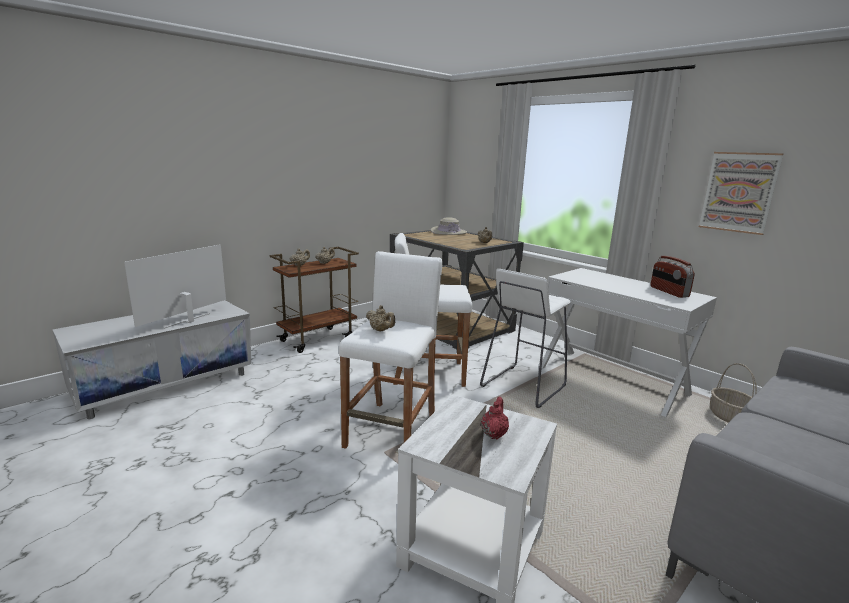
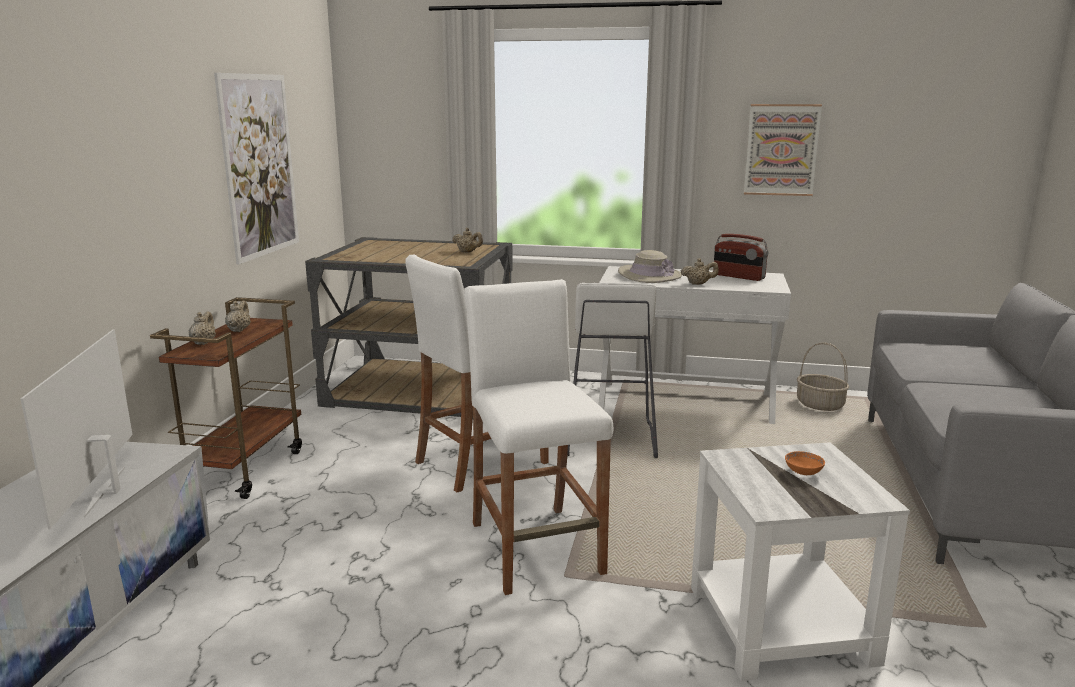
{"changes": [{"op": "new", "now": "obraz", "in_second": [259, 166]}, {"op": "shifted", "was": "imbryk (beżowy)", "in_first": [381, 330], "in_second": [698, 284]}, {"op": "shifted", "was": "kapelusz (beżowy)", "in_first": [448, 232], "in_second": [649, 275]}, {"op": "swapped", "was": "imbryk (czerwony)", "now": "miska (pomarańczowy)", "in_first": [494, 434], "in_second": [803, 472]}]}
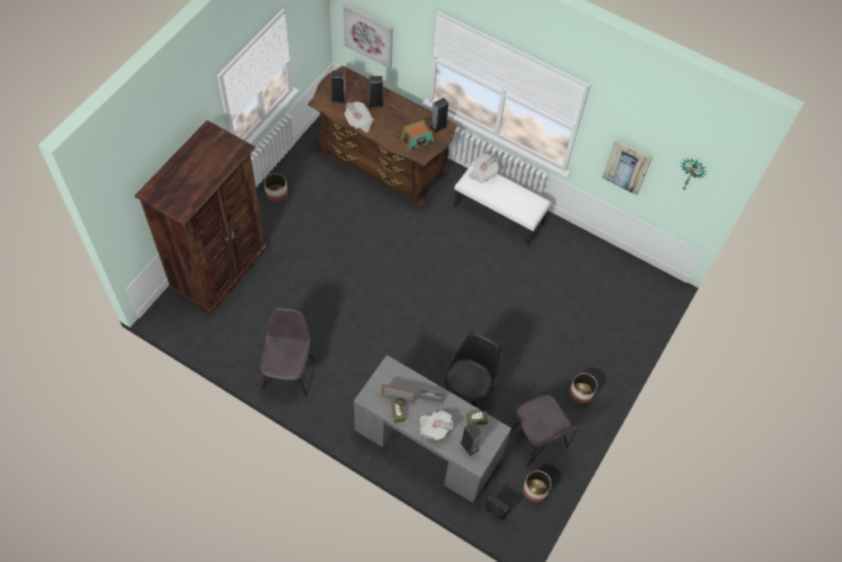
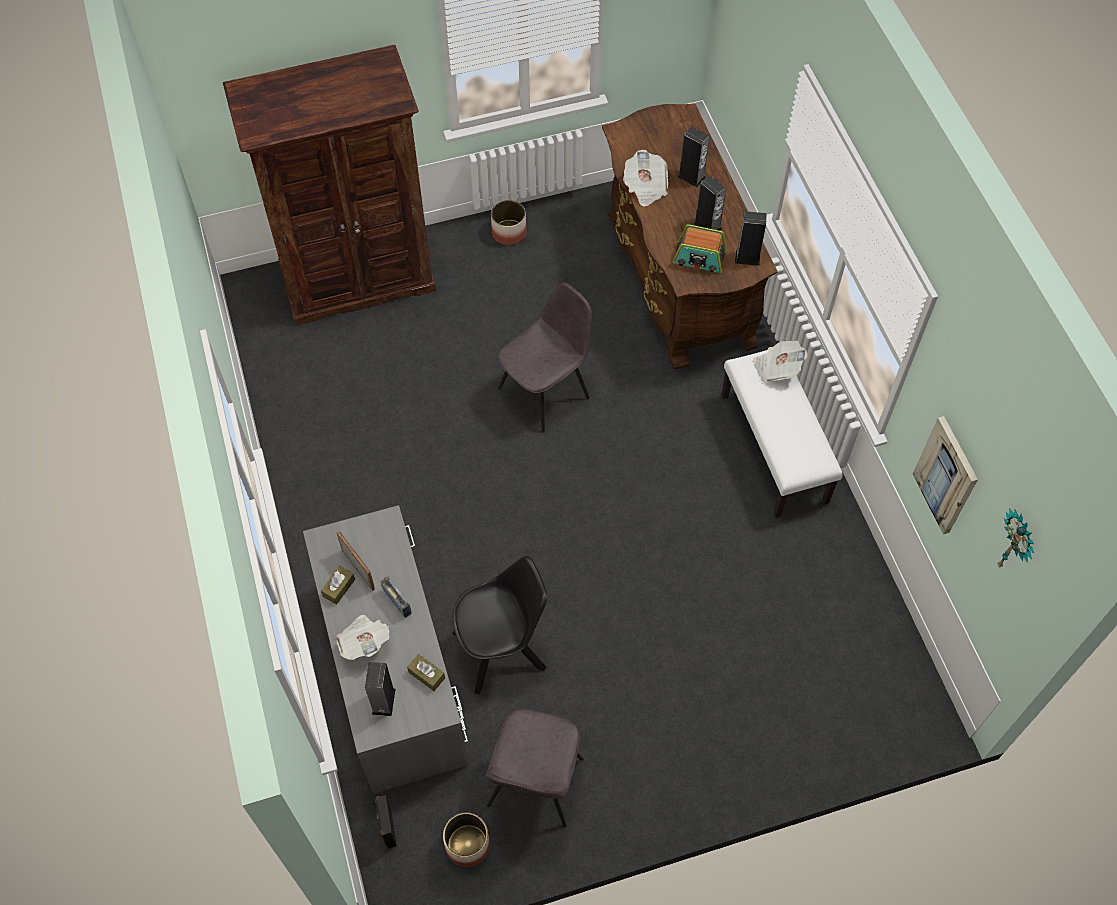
{"changes": [{"op": "gone", "was": "obraz", "in_first": [369, 35]}, {"op": "gone", "was": "donica", "in_first": [581, 393]}, {"op": "shifted", "was": "krzesło (szary)", "in_first": [288, 372], "in_second": [546, 392]}, {"op": "shifted", "was": "głośnik", "in_first": [338, 98], "in_second": [707, 226]}]}
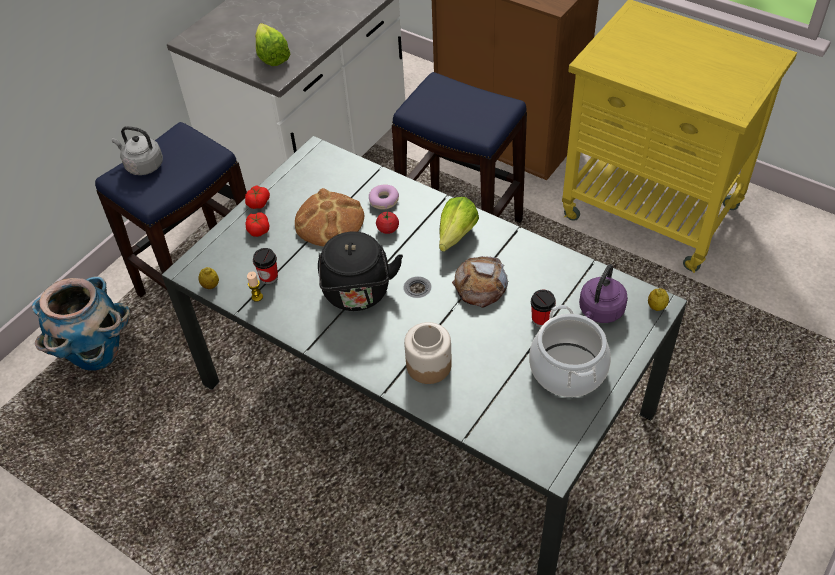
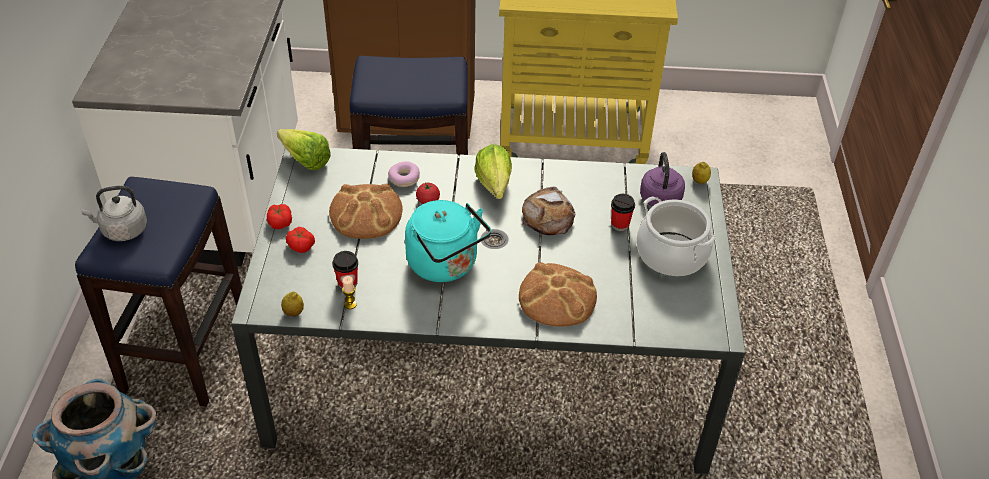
{"changes": [{"op": "shifted", "was": "sałata", "in_first": [272, 54], "in_second": [303, 158]}, {"op": "swapped", "was": "słoik", "now": "chleb", "in_first": [429, 365], "in_second": [557, 297]}, {"op": "repainted", "was": "czajnik (czarny)", "now": "czajnik (turkusowy)", "in_first": [358, 294], "in_second": [446, 265]}]}
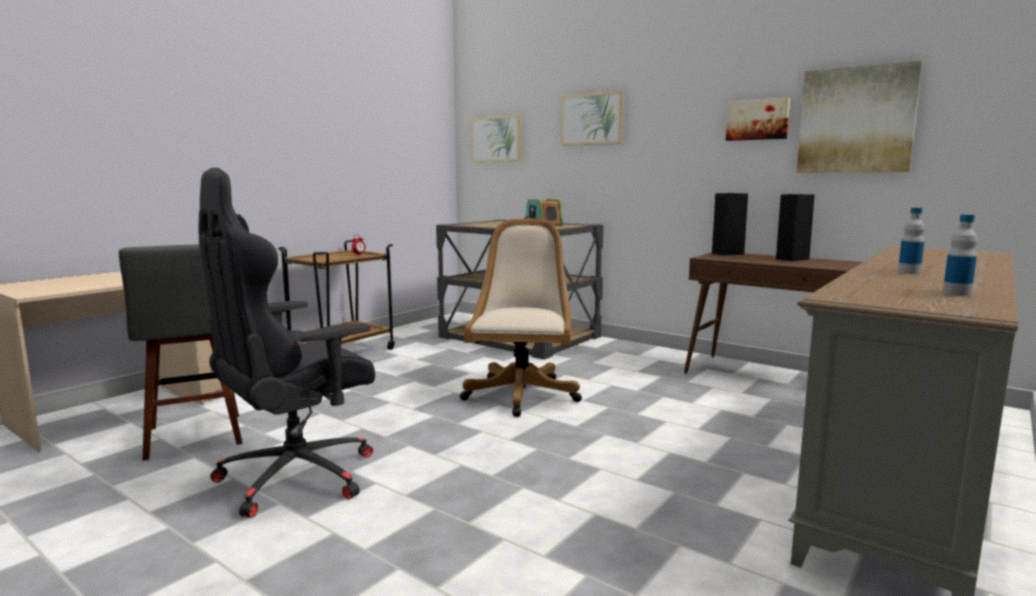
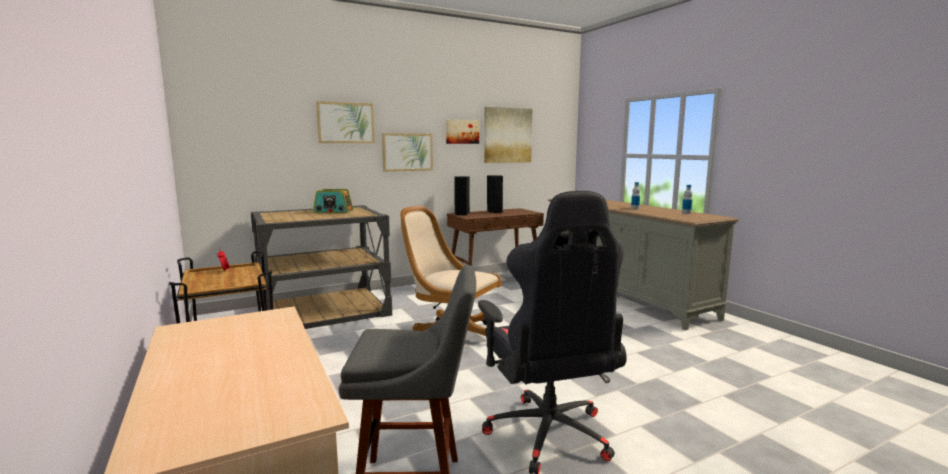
{"changes": [{"op": "shifted", "was": "obraz", "in_first": [497, 139], "in_second": [407, 152]}]}
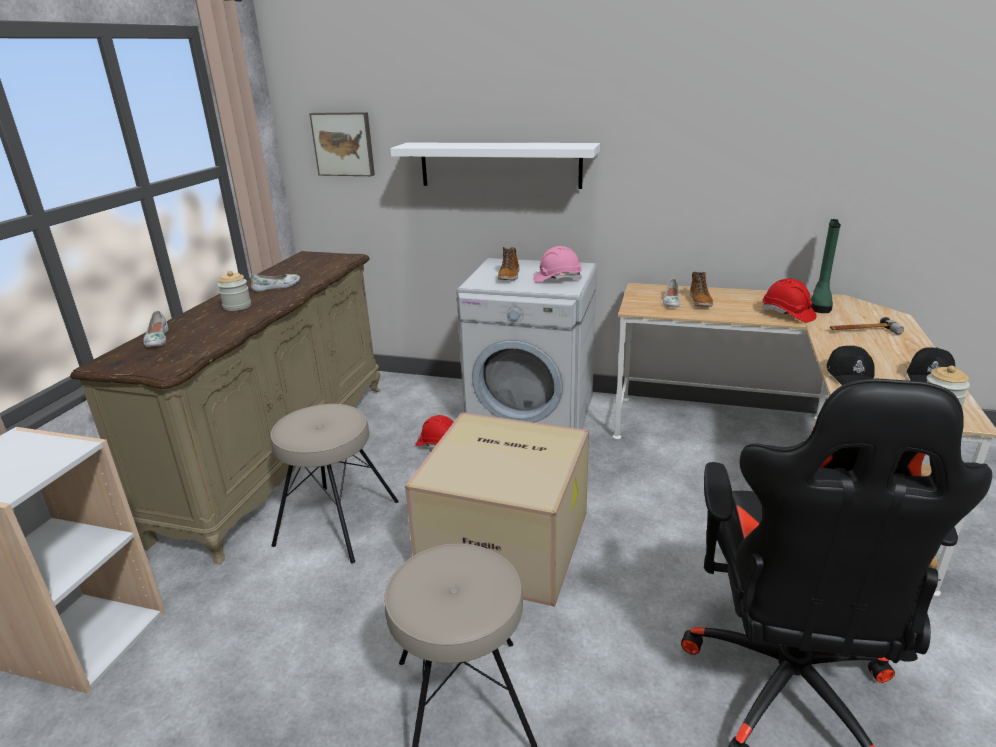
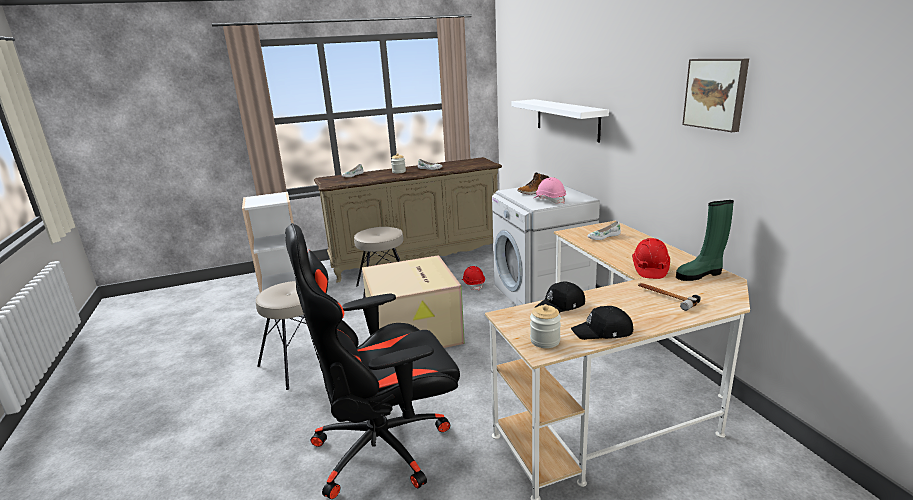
{"changes": [{"op": "gone", "was": "but z cholewką", "in_first": [700, 301]}, {"op": "shifted", "was": "obraz", "in_first": [344, 144], "in_second": [716, 94]}]}
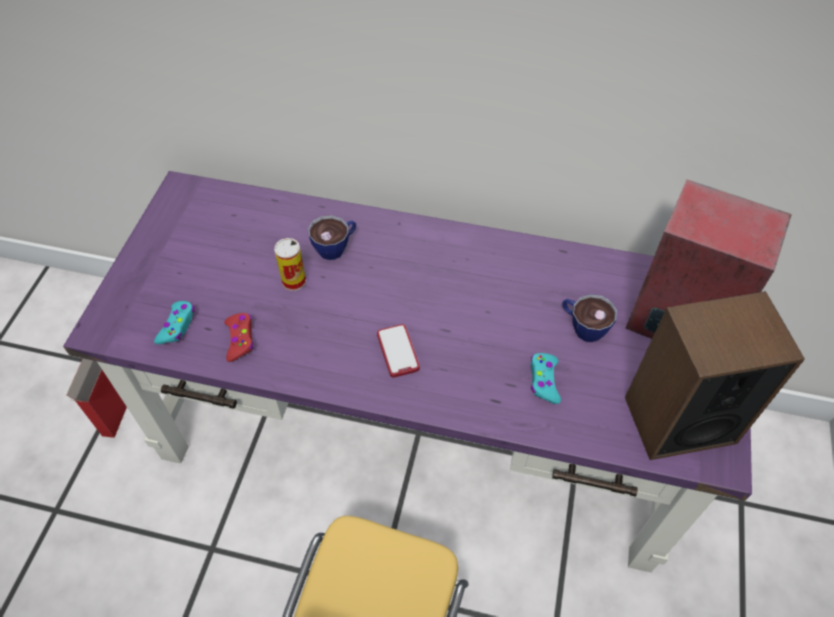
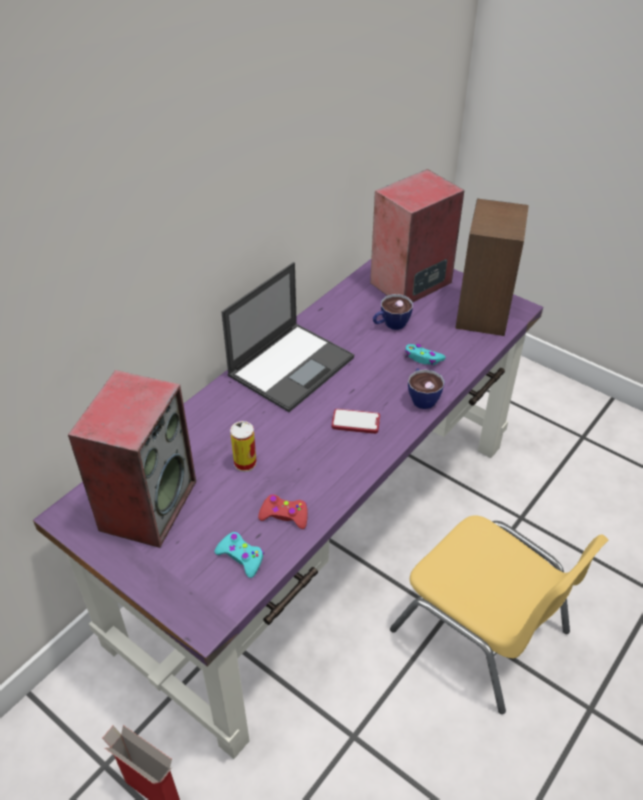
{"changes": [{"op": "new", "now": "głośnik", "in_second": [148, 504]}, {"op": "new", "now": "laptop", "in_second": [292, 365]}, {"op": "shifted", "was": "filiżanka", "in_first": [336, 247], "in_second": [422, 397]}]}
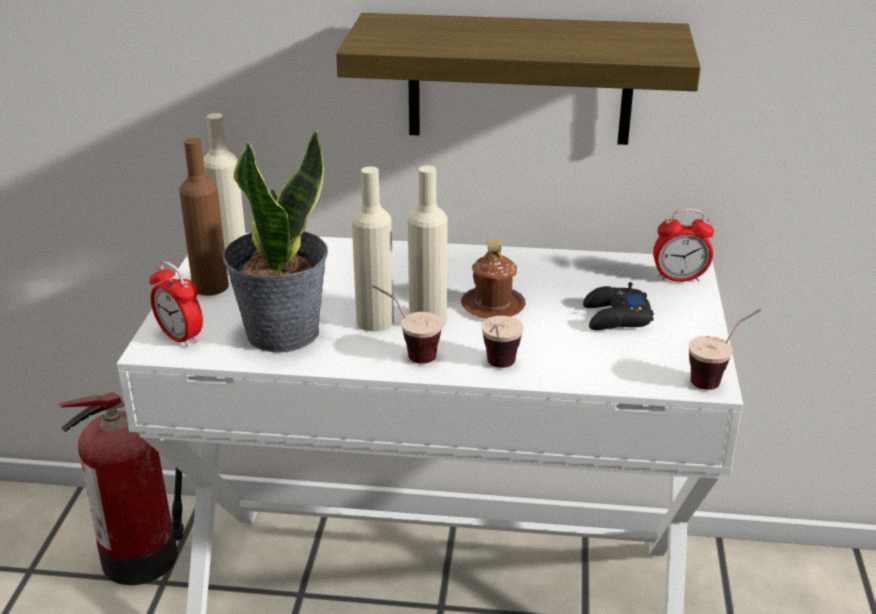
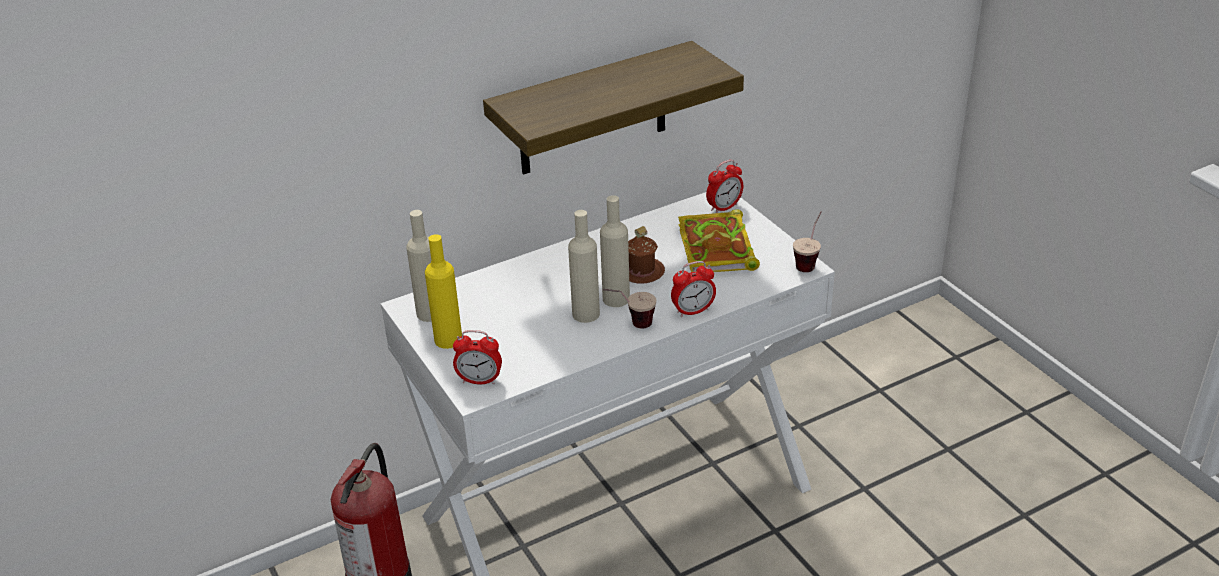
{"changes": [{"op": "gone", "was": "roślina doniczkowa", "in_first": [281, 332]}, {"op": "swapped", "was": "filiżanka", "now": "budzik", "in_first": [497, 370], "in_second": [693, 311]}, {"op": "swapped", "was": "pad do gier (czarny)", "now": "książka", "in_first": [616, 317], "in_second": [718, 249]}, {"op": "repainted", "was": "butelka (brązowy)", "now": "butelka (żółty)", "in_first": [210, 286], "in_second": [448, 339]}]}
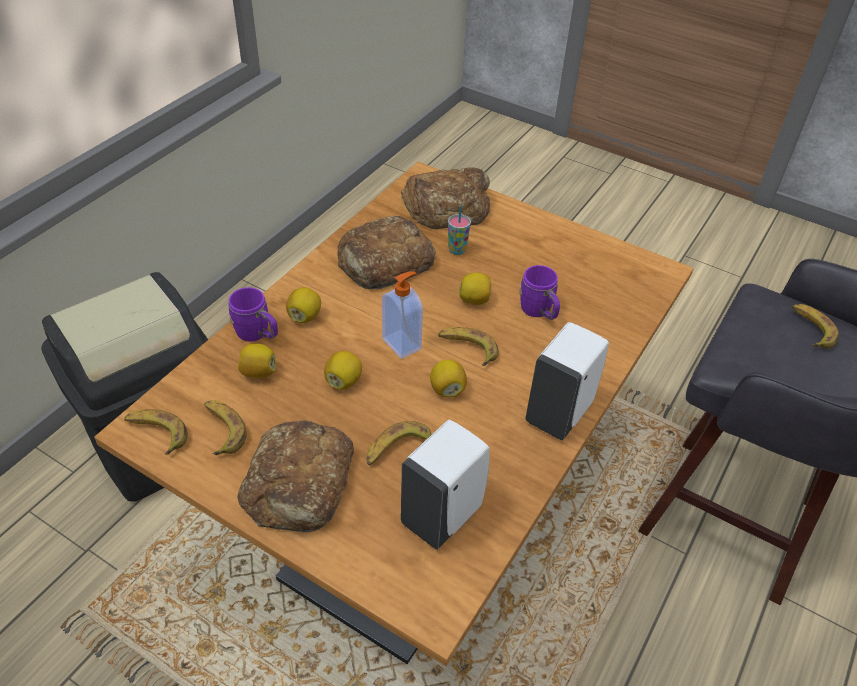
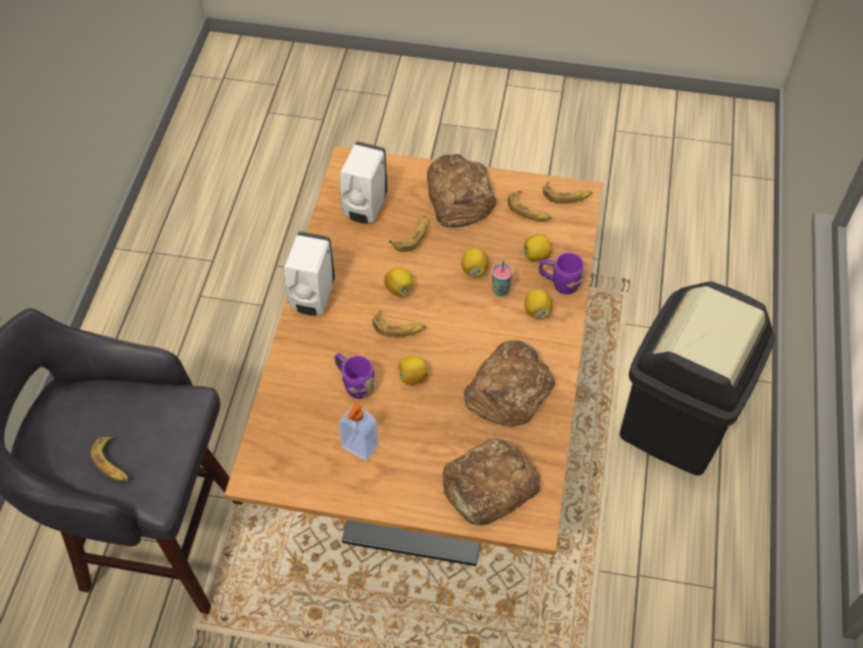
{"changes": [{"op": "shifted", "was": "dozownik mydła", "in_first": [402, 343], "in_second": [359, 447]}, {"op": "shifted", "was": "filiżanka", "in_first": [457, 250], "in_second": [500, 291]}]}
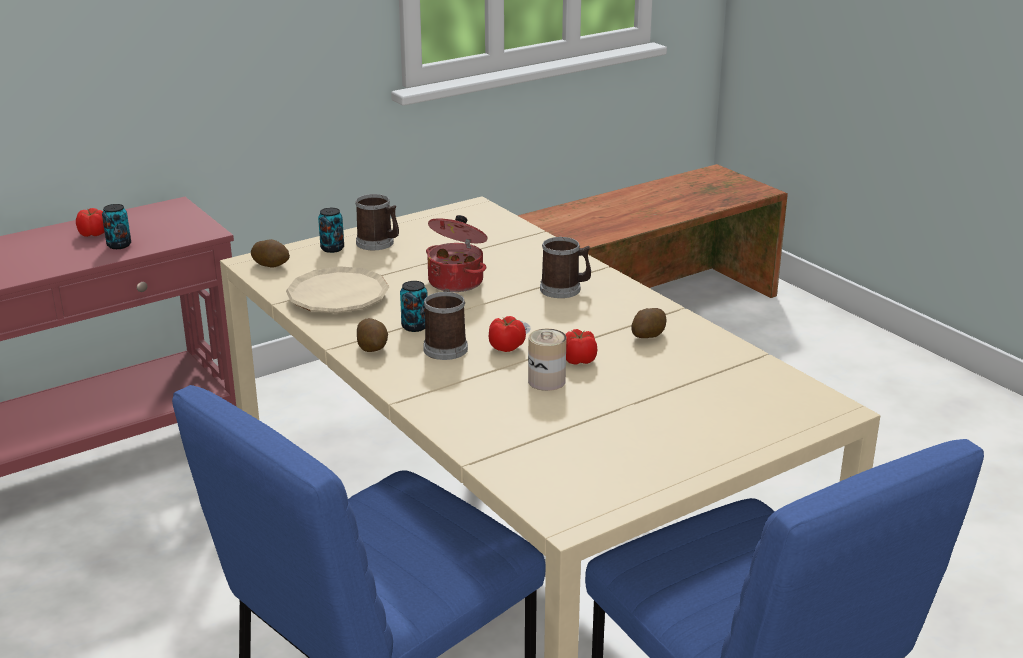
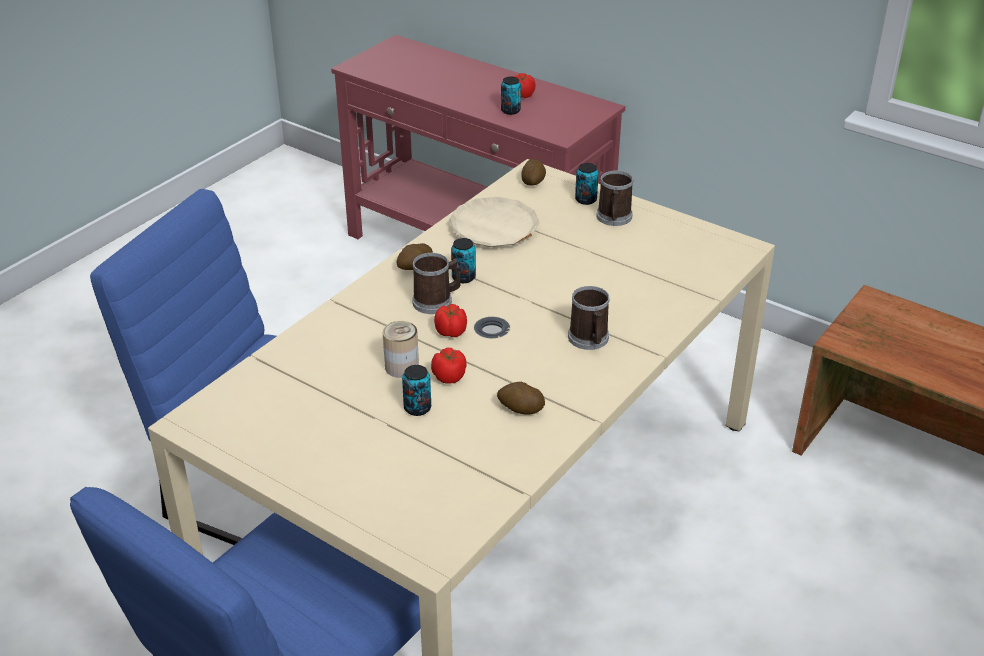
{"changes": [{"op": "gone", "was": "garnek", "in_first": [457, 281]}, {"op": "new", "now": "puszka", "in_second": [417, 408]}]}
